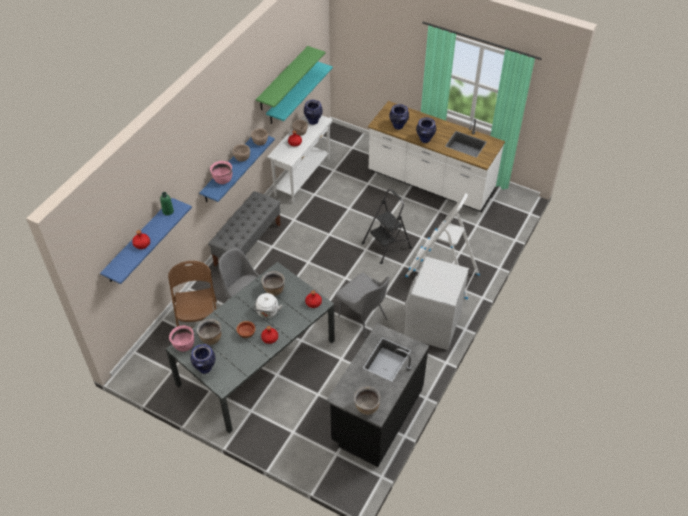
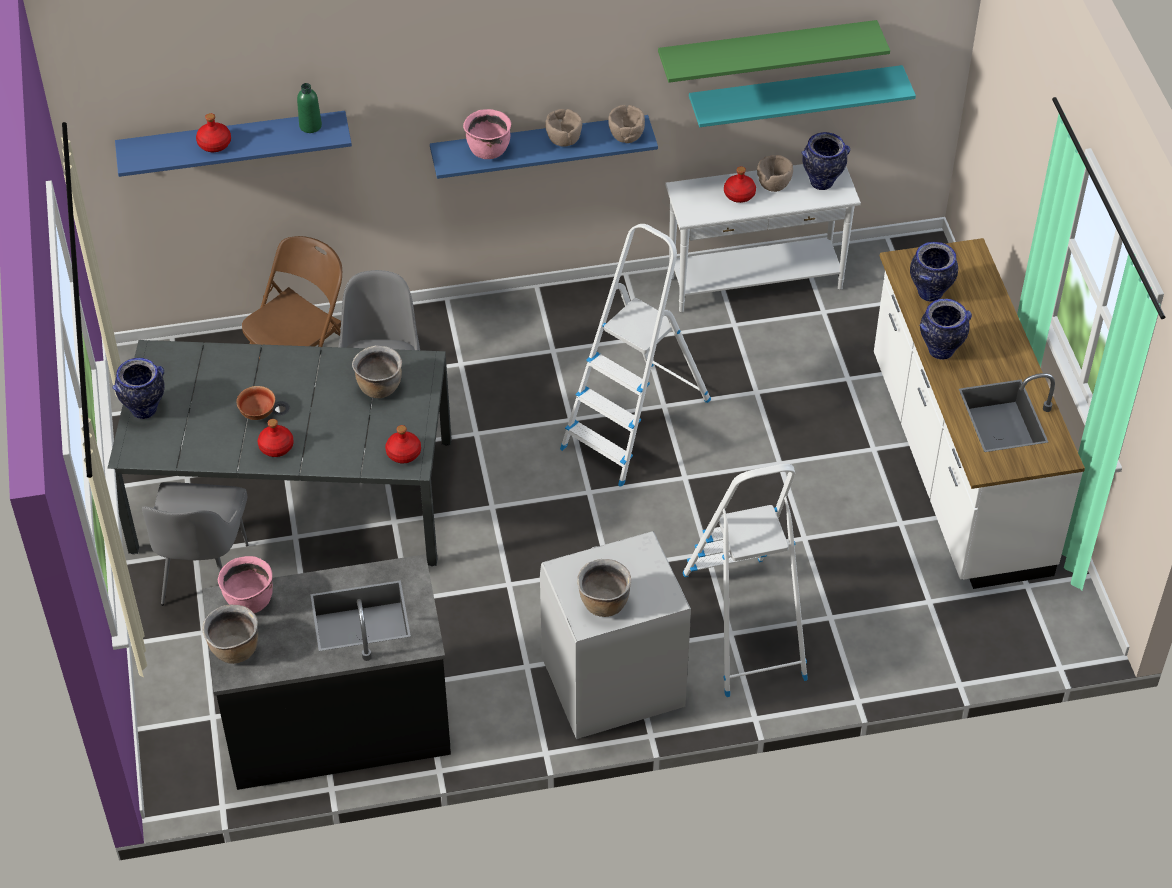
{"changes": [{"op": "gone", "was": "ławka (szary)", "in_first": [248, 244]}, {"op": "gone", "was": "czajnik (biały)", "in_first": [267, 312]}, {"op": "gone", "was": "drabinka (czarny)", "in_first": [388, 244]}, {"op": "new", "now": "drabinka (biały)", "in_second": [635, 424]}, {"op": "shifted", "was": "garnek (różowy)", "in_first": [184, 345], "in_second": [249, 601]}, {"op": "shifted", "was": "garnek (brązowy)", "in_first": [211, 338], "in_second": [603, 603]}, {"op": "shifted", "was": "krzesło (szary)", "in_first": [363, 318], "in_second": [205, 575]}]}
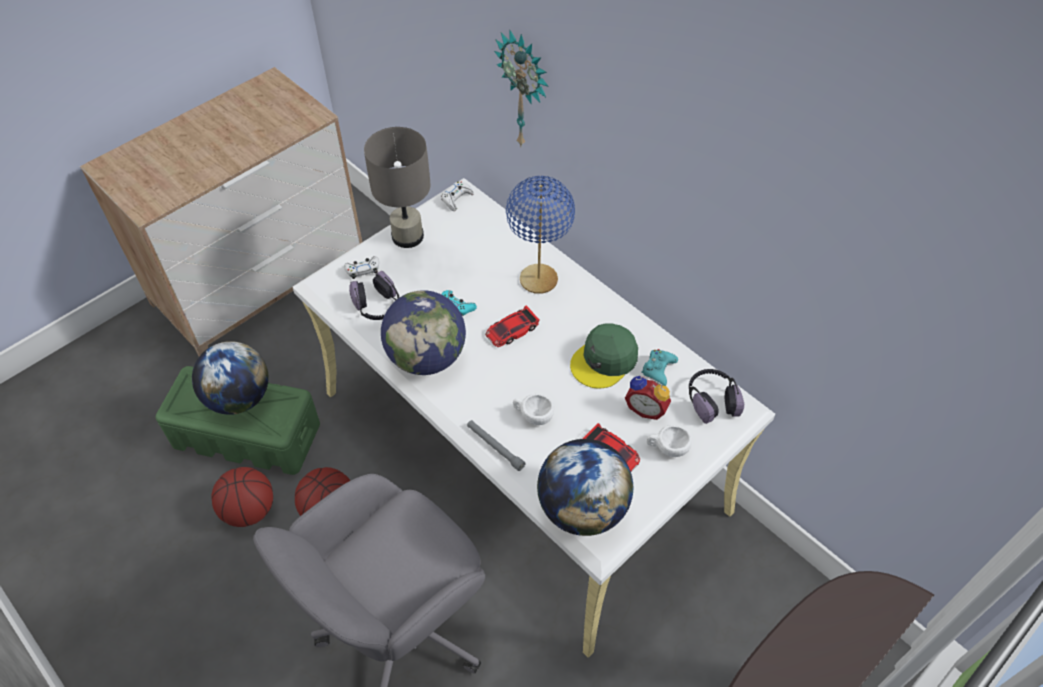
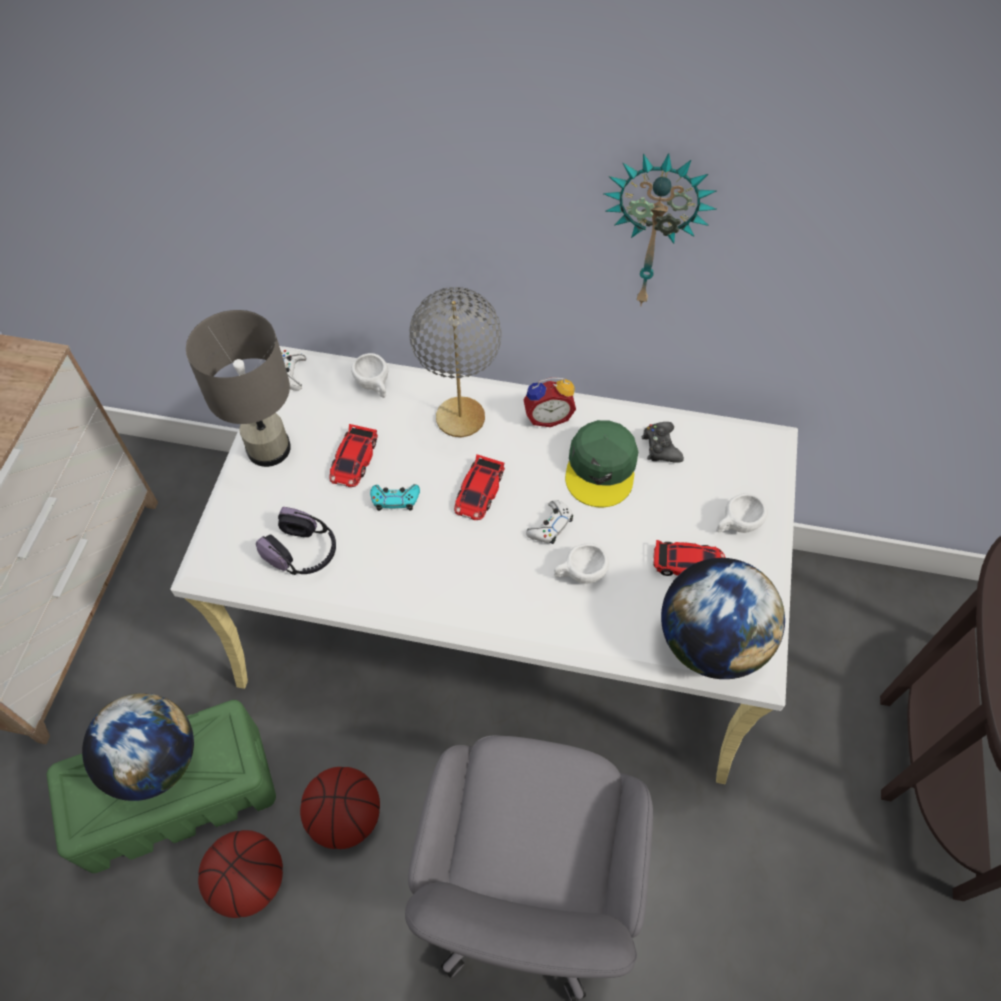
{"changes": [{"op": "gone", "was": "globus", "in_first": [426, 357]}, {"op": "gone", "was": "latarka (szary)", "in_first": [495, 447]}, {"op": "gone", "was": "słuchawki", "in_first": [712, 400]}, {"op": "new", "now": "samochodzik", "in_second": [354, 460]}, {"op": "new", "now": "filiżanka (biały)", "in_second": [374, 385]}, {"op": "shifted", "was": "pad do gier (biały)", "in_first": [363, 270], "in_second": [550, 526]}, {"op": "shifted", "was": "zegar ścienny", "in_first": [525, 91], "in_second": [654, 230]}, {"op": "shifted", "was": "budzik", "in_first": [646, 408], "in_second": [547, 416]}, {"op": "repainted", "was": "lampa stołowa (niebieski)", "now": "lampa stołowa (szary)", "in_first": [538, 279], "in_second": [459, 418]}, {"op": "repainted", "was": "pad do gier (turkusowy)", "now": "pad do gier (czarny)", "in_first": [658, 369], "in_second": [661, 447]}]}
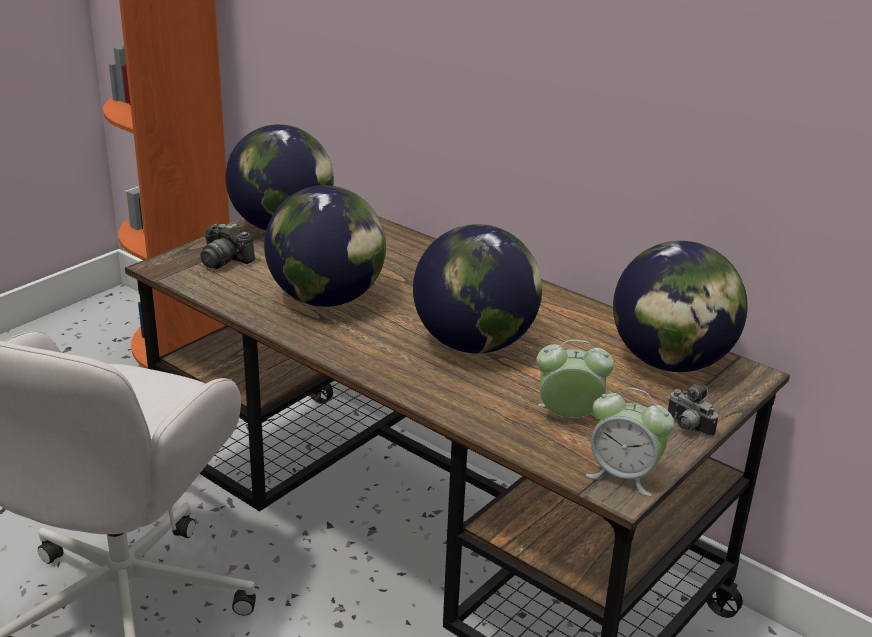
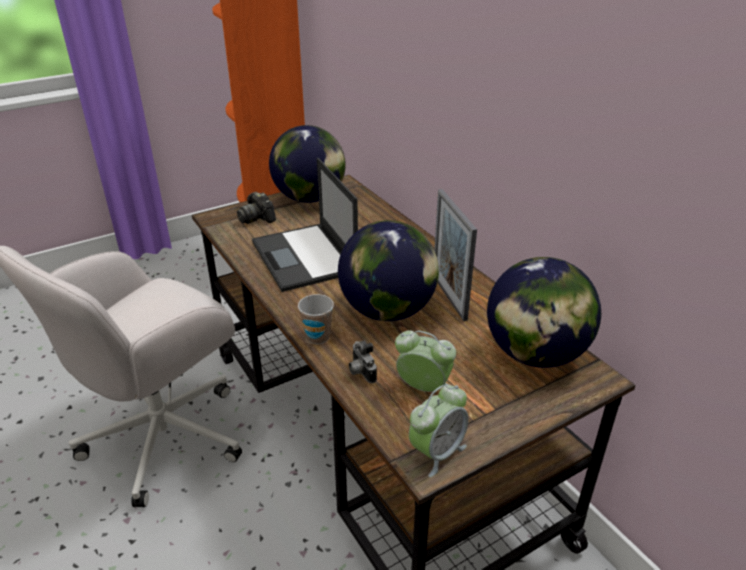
{"changes": [{"op": "new", "now": "filiżanka", "in_second": [317, 337]}, {"op": "new", "now": "ramka na zdjęcie", "in_second": [449, 297]}, {"op": "shifted", "was": "aparat fotograficzny", "in_first": [687, 428], "in_second": [360, 372]}, {"op": "swapped", "was": "globus", "now": "laptop", "in_first": [327, 299], "in_second": [305, 257]}, {"op": "rotated", "was": "budzik", "in_first": [623, 475], "in_second": [436, 452], "clockwise": -90}]}
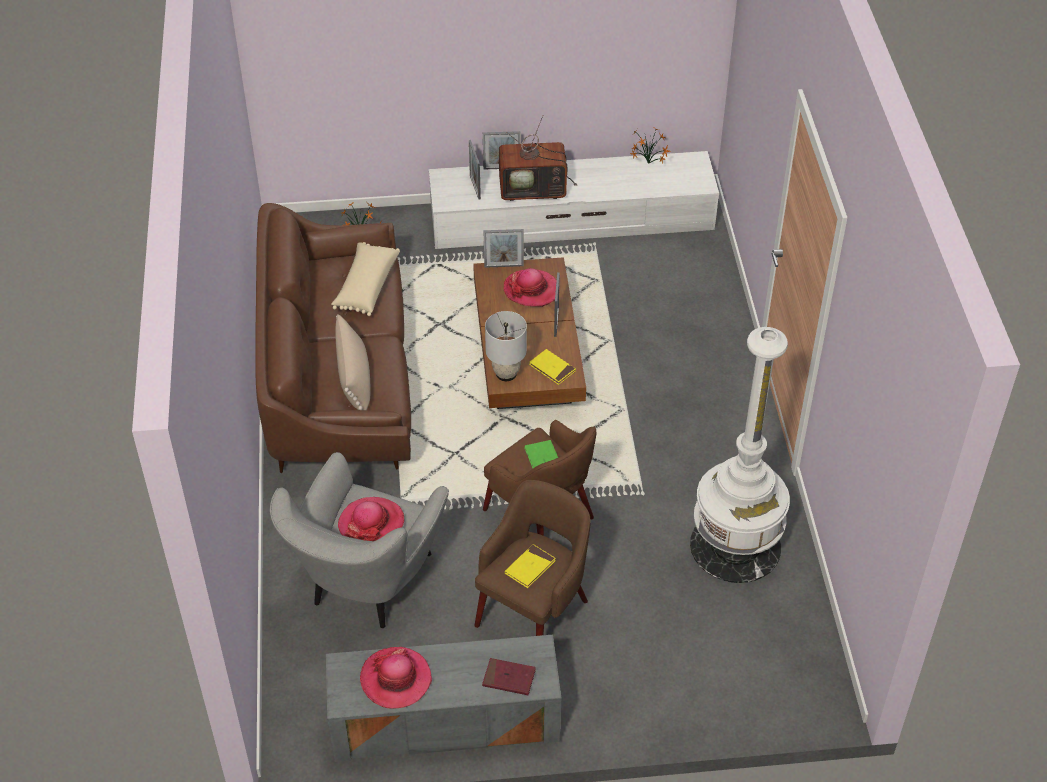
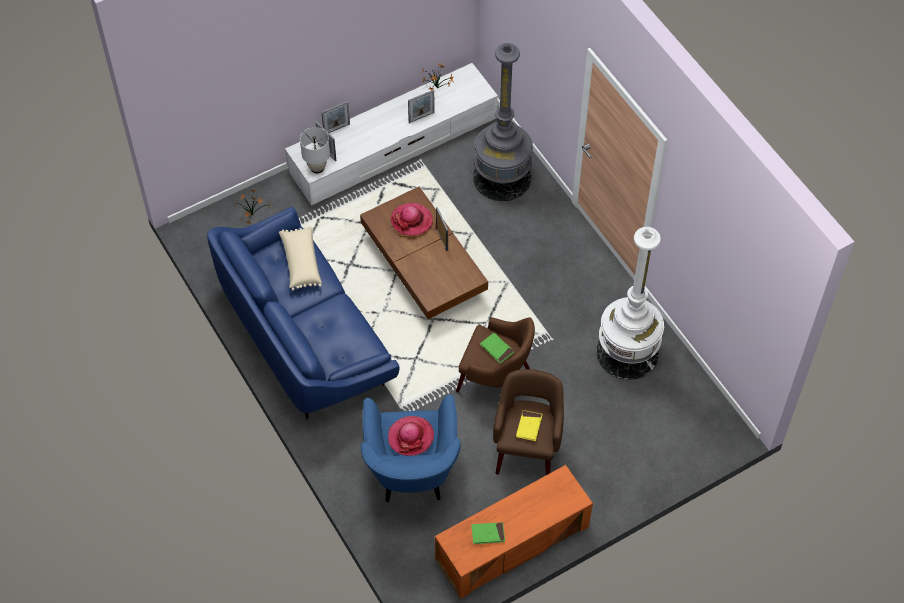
{"changes": [{"op": "gone", "was": "poduszka (beżowy)", "in_first": [354, 378]}, {"op": "gone", "was": "książka (czerwony)", "in_first": [509, 678]}, {"op": "gone", "was": "telewizor", "in_first": [534, 188]}, {"op": "gone", "was": "książka (żółty)", "in_first": [552, 368]}, {"op": "new", "now": "lampa stojąca (szary)", "in_second": [502, 177]}, {"op": "shifted", "was": "ramka na zdjęcie", "in_first": [504, 266], "in_second": [421, 117]}, {"op": "shifted", "was": "lampa stołowa (biały)", "in_first": [506, 374], "in_second": [317, 167]}, {"op": "swapped", "was": "kapelusz", "now": "książka (zielony)", "in_first": [396, 679], "in_second": [488, 534]}, {"op": "repainted", "was": "kanapa (brązowy)", "now": "kanapa (niebieski)", "in_first": [339, 380], "in_second": [305, 335]}, {"op": "repainted", "was": "fotel (szary)", "now": "fotel (niebieski)", "in_first": [366, 586], "in_second": [412, 475]}, {"op": "repainted", "was": "ławka (szary)", "now": "ławka (pomarańczowy)", "in_first": [443, 722], "in_second": [512, 544]}]}
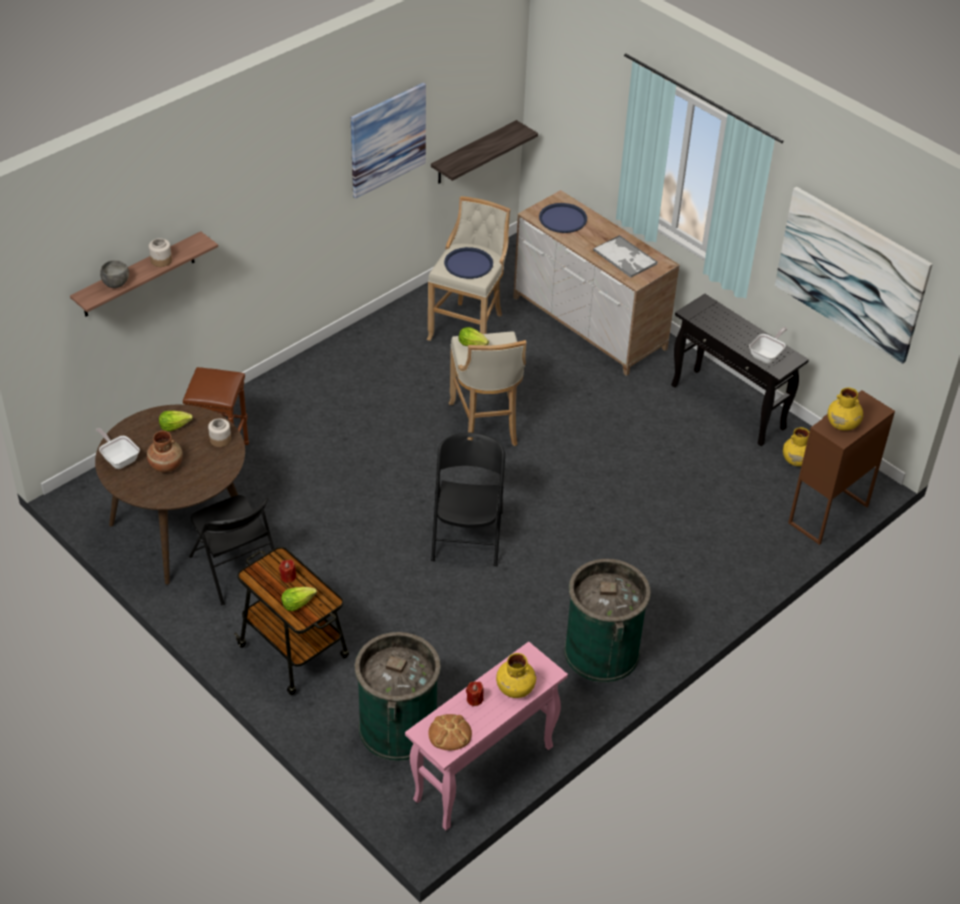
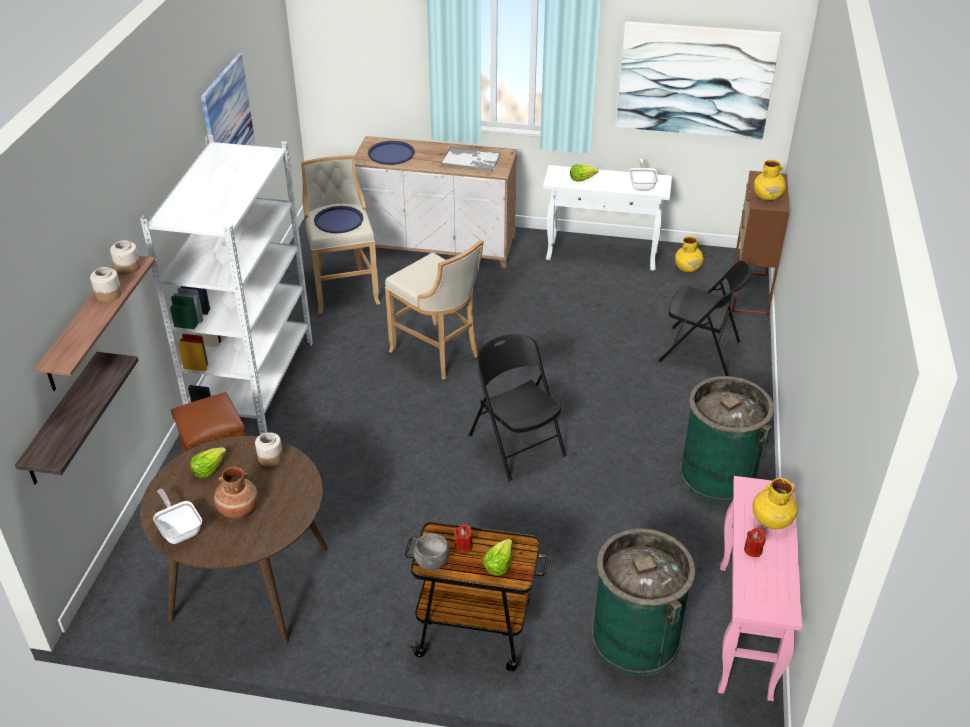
{"changes": [{"op": "gone", "was": "chleb", "in_first": [449, 733]}, {"op": "new", "now": "słoik", "in_second": [128, 267]}, {"op": "new", "now": "regał (biały)", "in_second": [253, 383]}, {"op": "shifted", "was": "miska (szary)", "in_first": [116, 284], "in_second": [431, 563]}, {"op": "shifted", "was": "krzesło (czarny)", "in_first": [235, 568], "in_second": [699, 352]}, {"op": "shifted", "was": "półka", "in_first": [473, 153], "in_second": [63, 420]}, {"op": "shifted", "was": "sałata", "in_first": [472, 344], "in_second": [582, 178]}, {"op": "repainted", "was": "stolik konsolowy (czarny)", "now": "stolik konsolowy (biały)", "in_first": [729, 407], "in_second": [602, 255]}, {"op": "rotated", "was": "patelnia", "in_first": [119, 458], "in_second": [179, 529], "clockwise": 45}]}
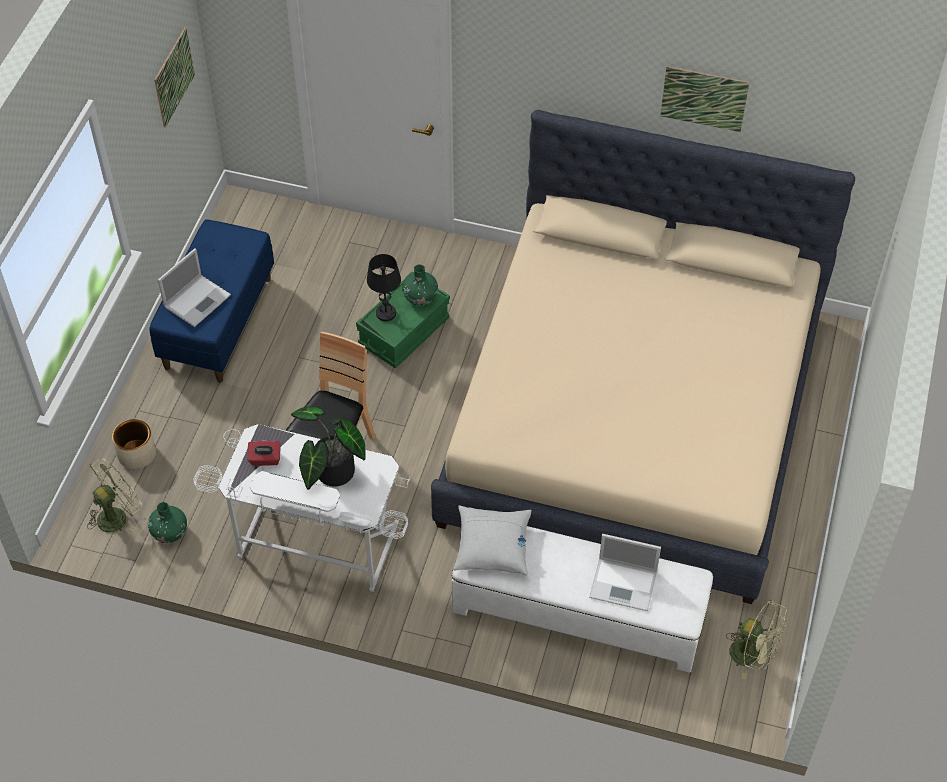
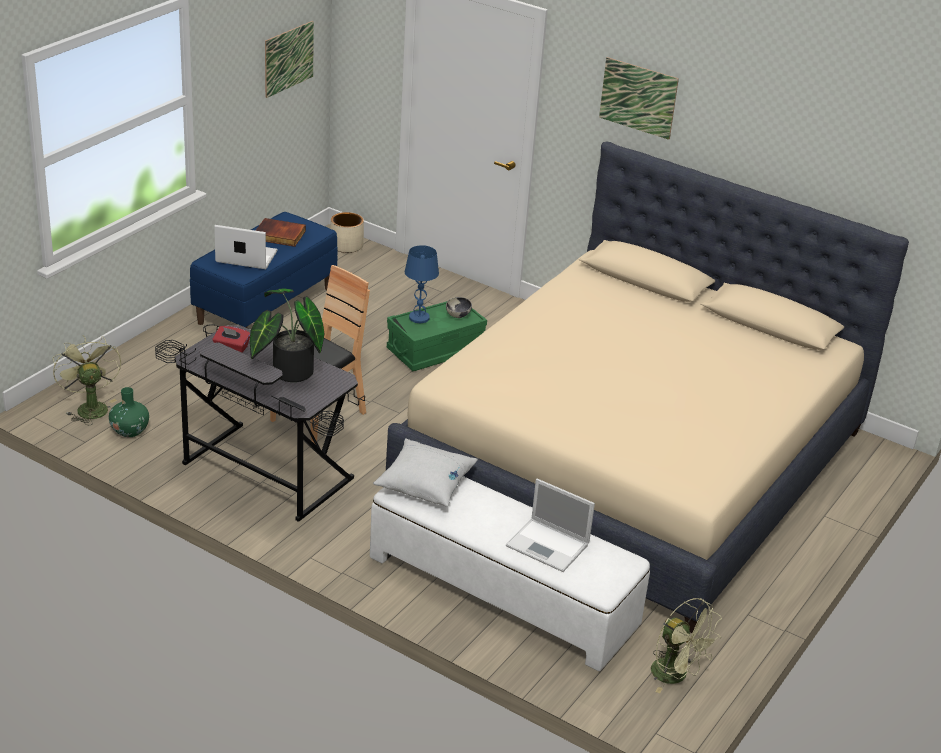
{"changes": [{"op": "new", "now": "książka", "in_second": [279, 235]}, {"op": "shifted", "was": "donica (beżowy)", "in_first": [137, 454], "in_second": [346, 246]}, {"op": "shifted", "was": "obraz", "in_first": [704, 98], "in_second": [638, 98]}, {"op": "swapped", "was": "wazon (zielony)", "now": "miska", "in_first": [420, 297], "in_second": [458, 315]}, {"op": "repainted", "was": "biurko (biały)", "now": "biurko (czarny)", "in_first": [316, 543], "in_second": [264, 473]}, {"op": "repainted", "was": "lampa stołowa (czarny)", "now": "lampa stołowa (niebieski)", "in_first": [386, 313], "in_second": [419, 318]}, {"op": "rotated", "was": "wentylator (zielony)", "in_first": [117, 515], "in_second": [89, 407], "clockwise": -90}, {"op": "rotated", "was": "laptop", "in_first": [198, 300], "in_second": [245, 257], "clockwise": -135}]}
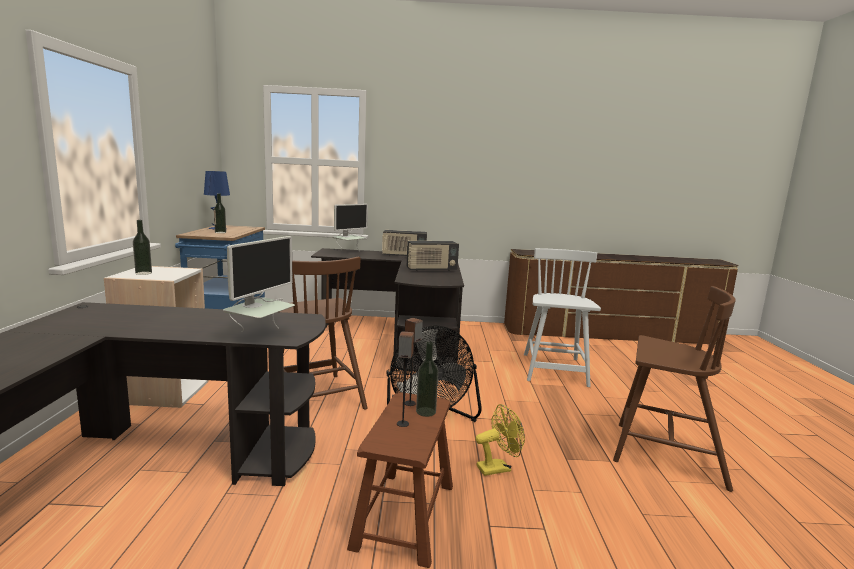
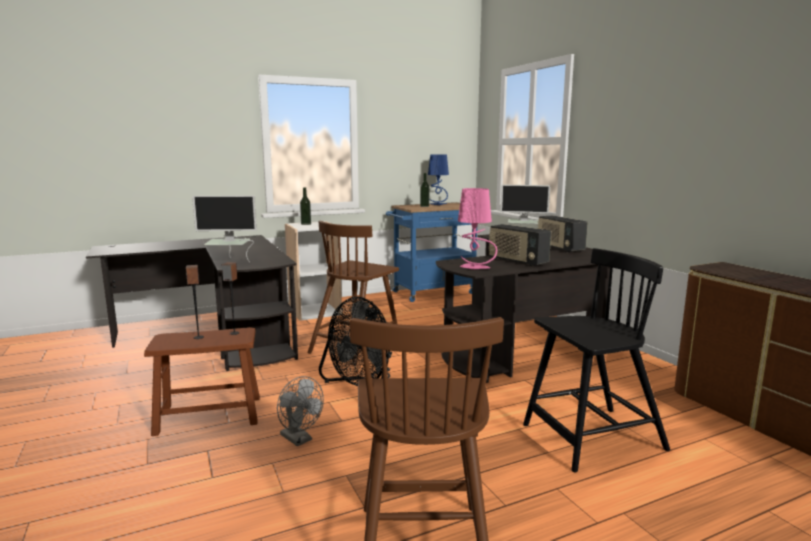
{"changes": [{"op": "gone", "was": "butelka", "in_first": [425, 411]}, {"op": "new", "now": "lampa stołowa (różowy)", "in_second": [475, 267]}, {"op": "repainted", "was": "wentylator (żółty)", "now": "wentylator (szary)", "in_first": [498, 468], "in_second": [299, 439]}, {"op": "repainted", "was": "krzesło (biały)", "now": "krzesło (czarny)", "in_first": [554, 370], "in_second": [591, 438]}]}
